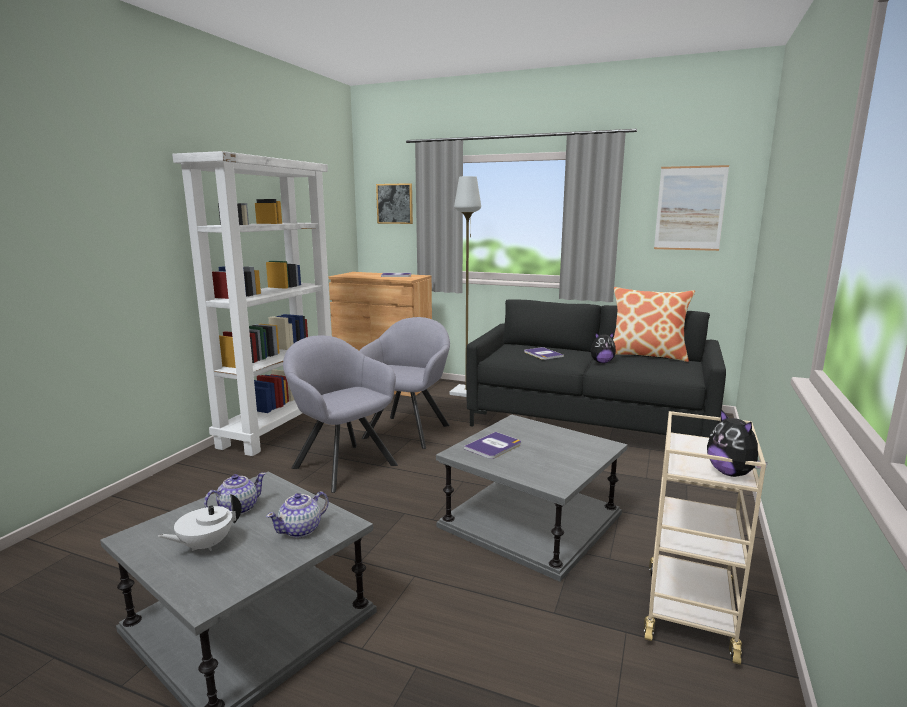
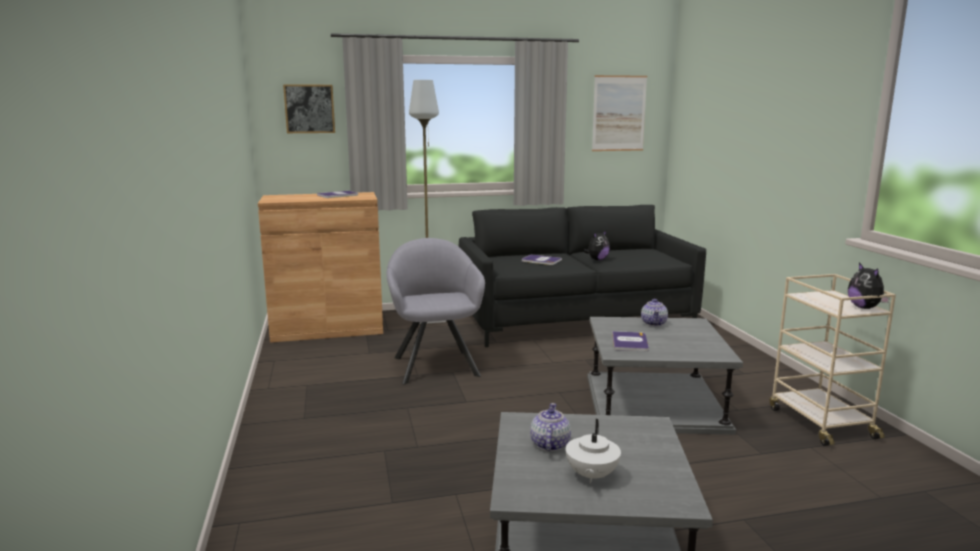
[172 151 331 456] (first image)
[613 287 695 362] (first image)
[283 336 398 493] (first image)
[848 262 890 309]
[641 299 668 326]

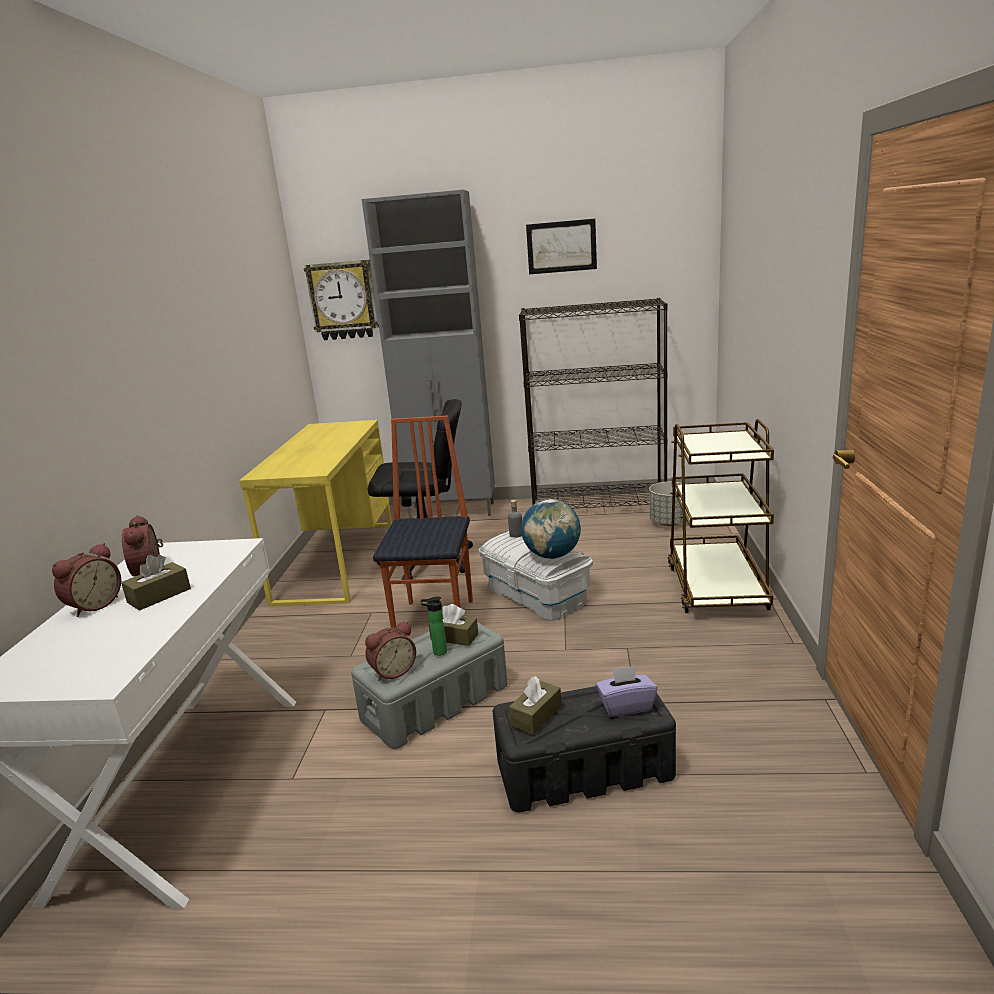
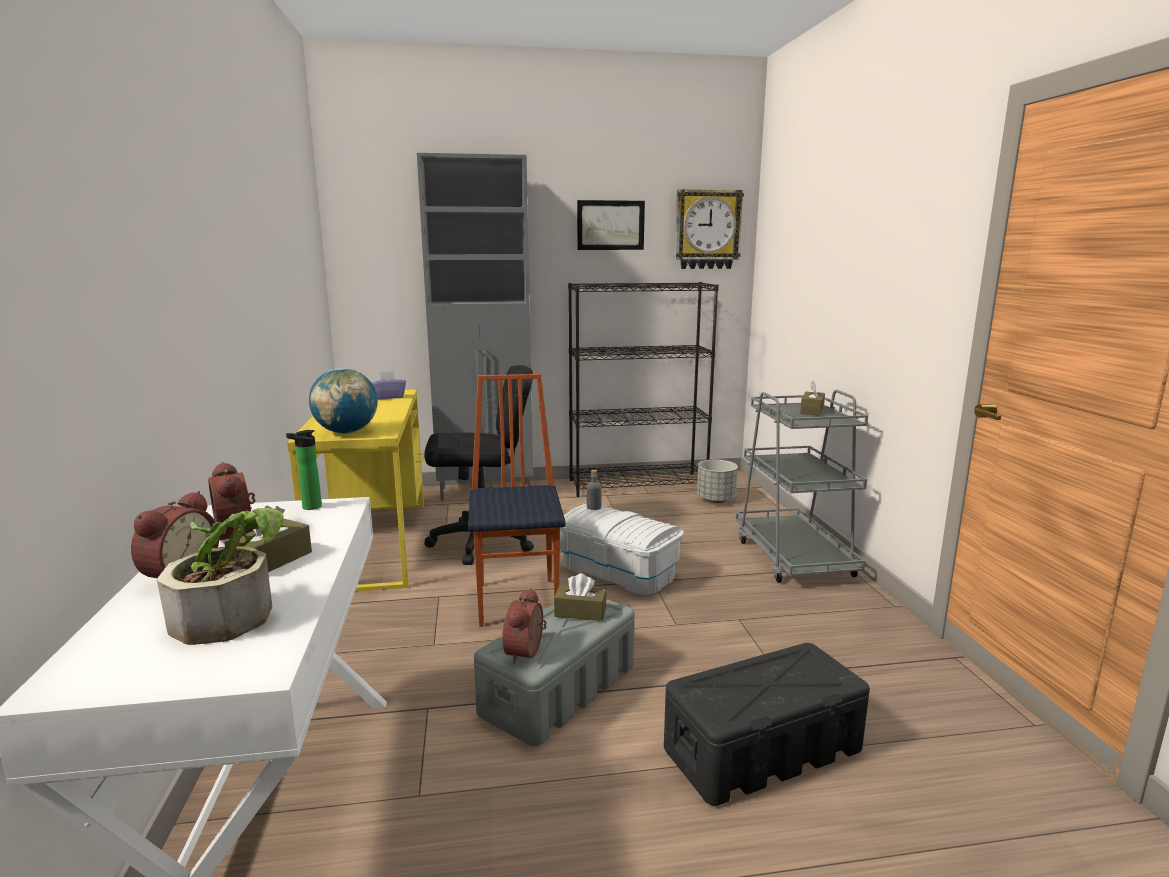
[675 189 744 269]
[736 390 868 583]
[309 368 378 434]
[286 430 322 510]
[502 588 546 664]
[371 371 406 400]
[800 380 825 416]
[157 508 284 645]

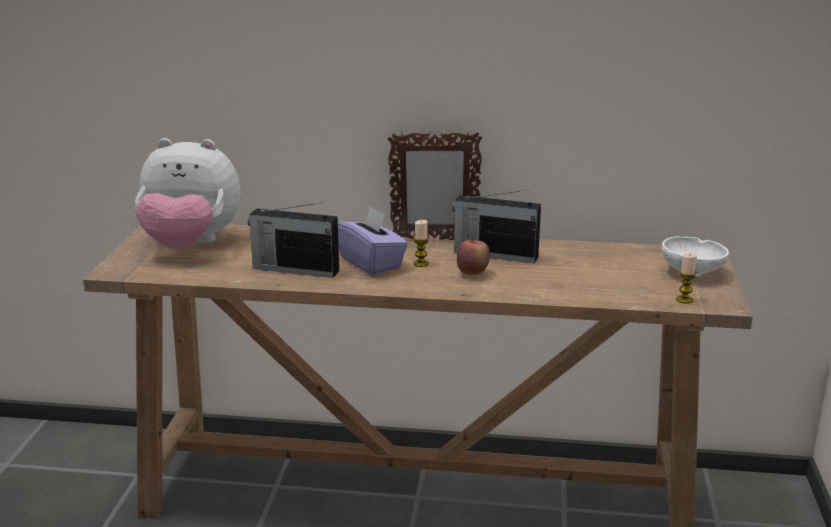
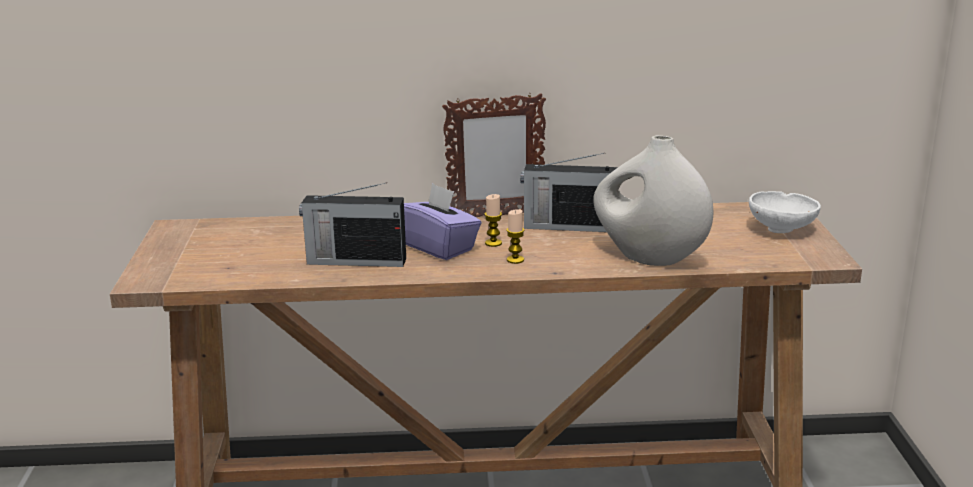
[135 138 241 249] (first image)
[457 238 490 275] (first image)
[506 209 525 264]
[593 135 713 266]

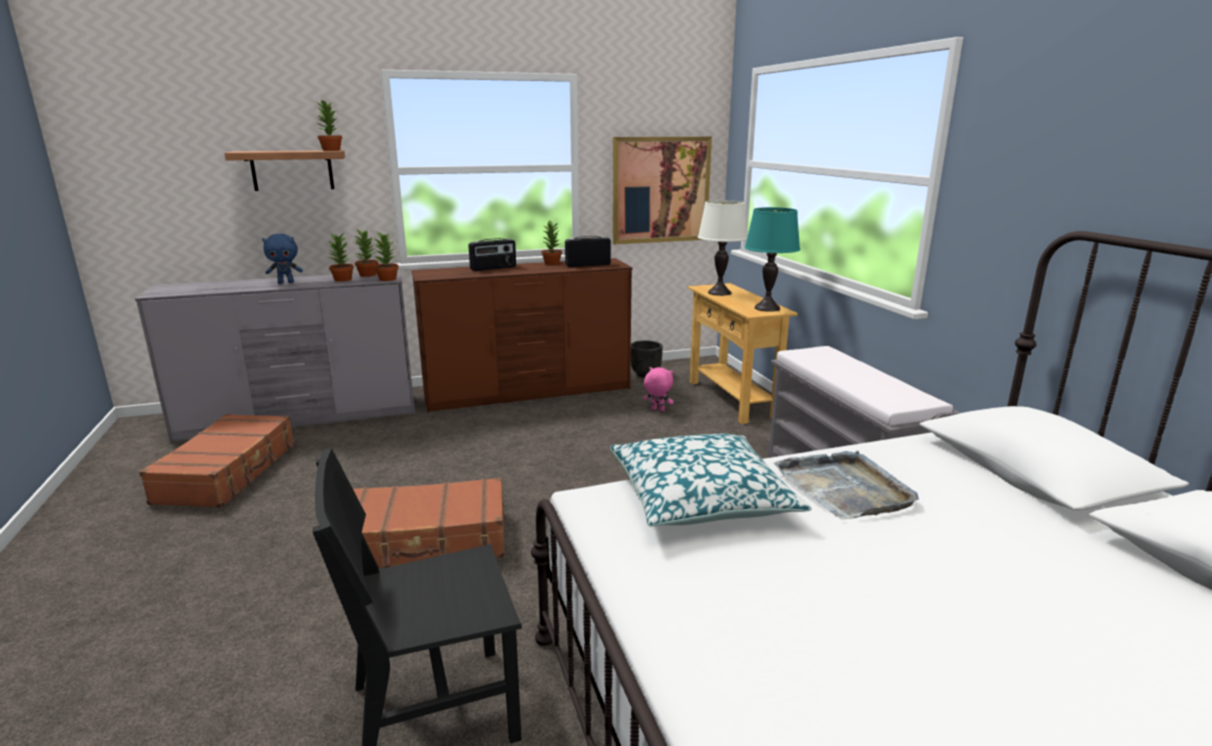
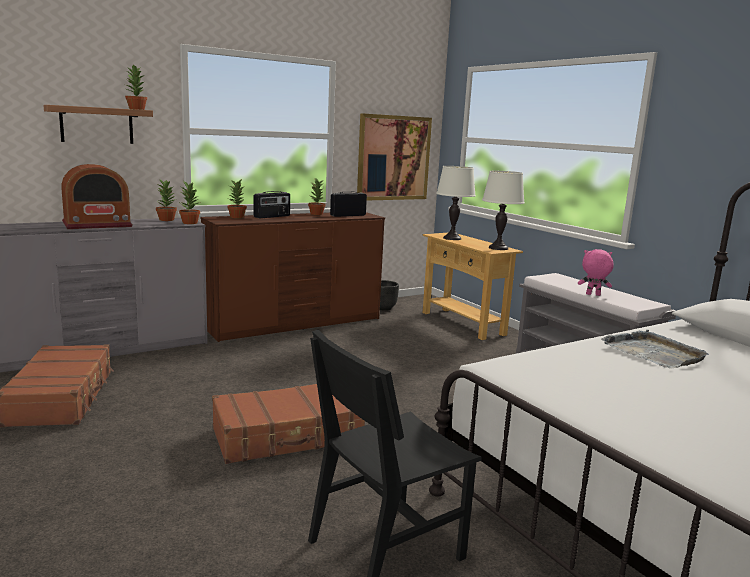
[482 171 525 250]
[227 179 247 218]
[61 164 132 229]
[578 249 614 296]
[610 434 812 527] (first image)

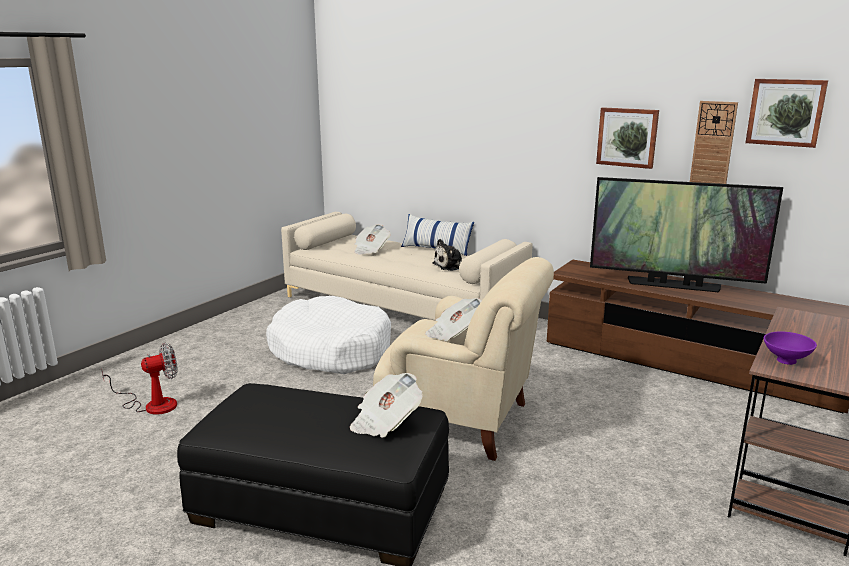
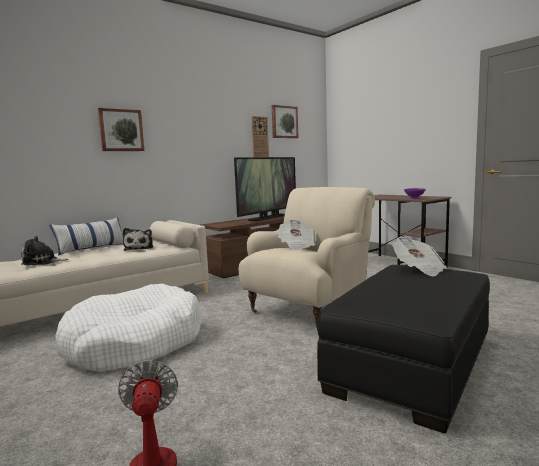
[98 108 144 151]
[21 236 68 266]

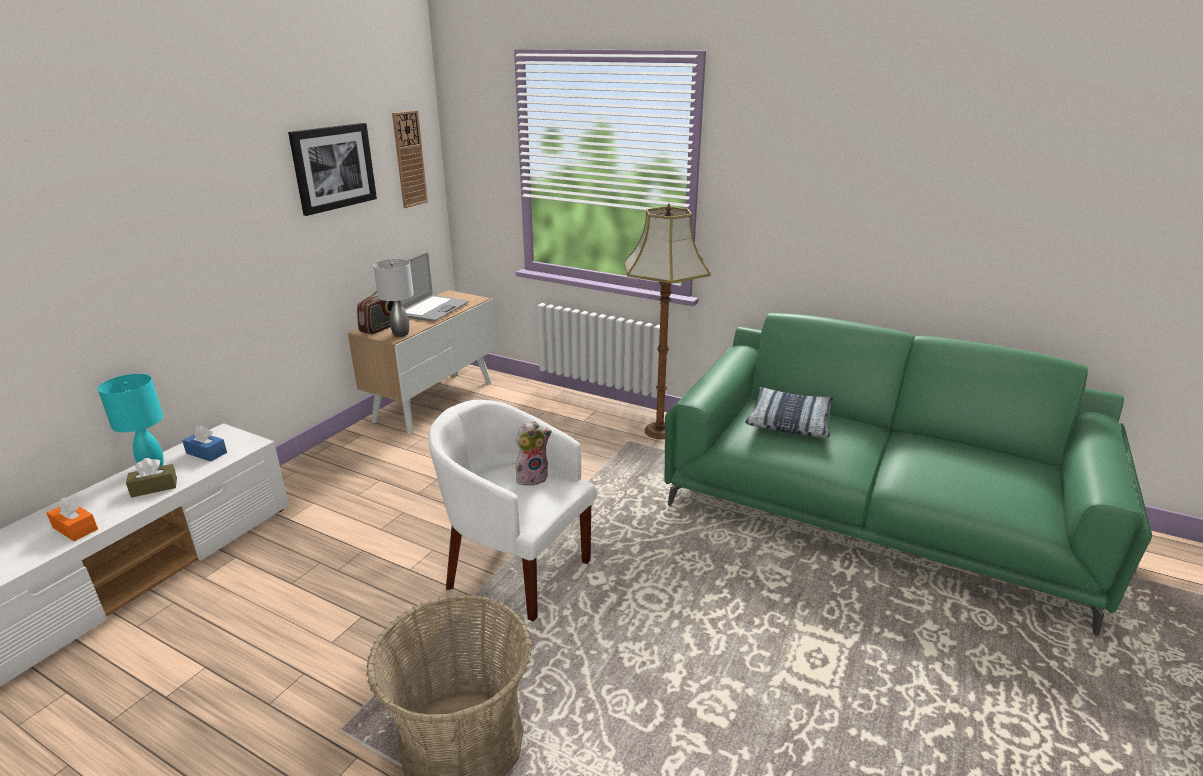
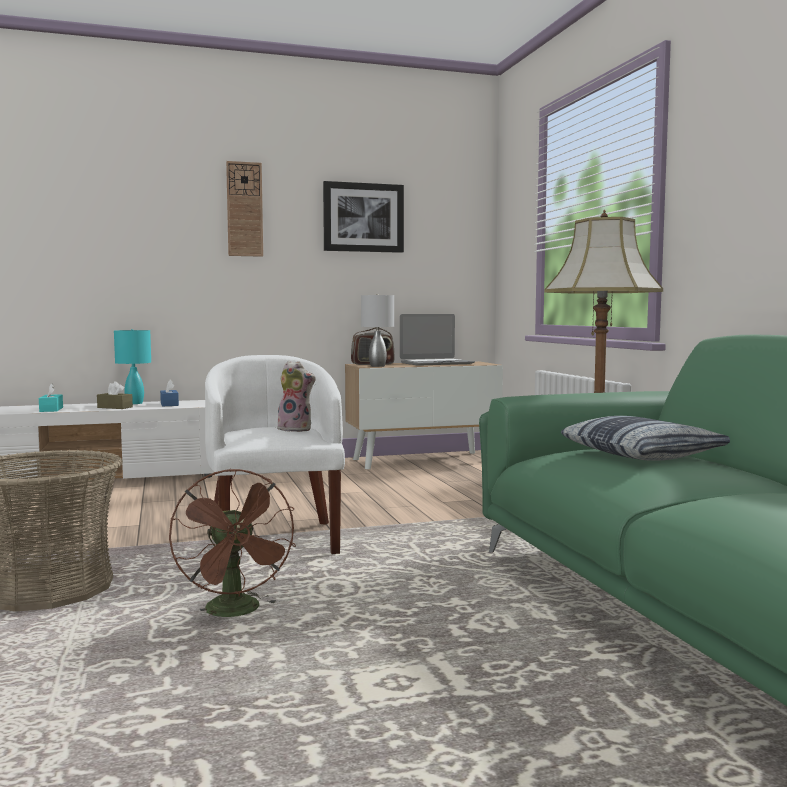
[226 161 263 257]
[39 383 63 412]
[169 469 296 617]

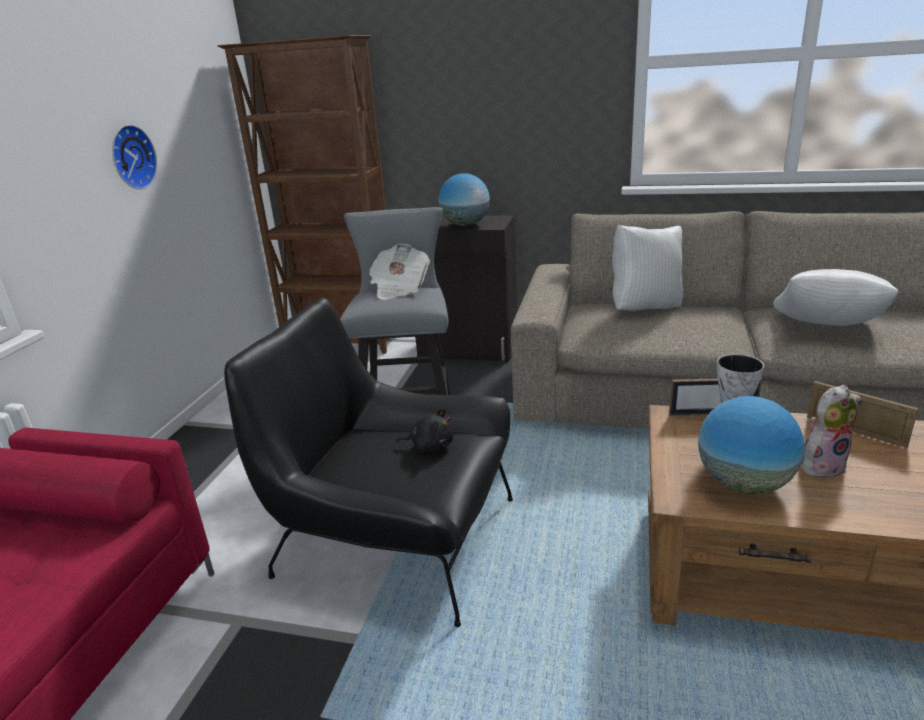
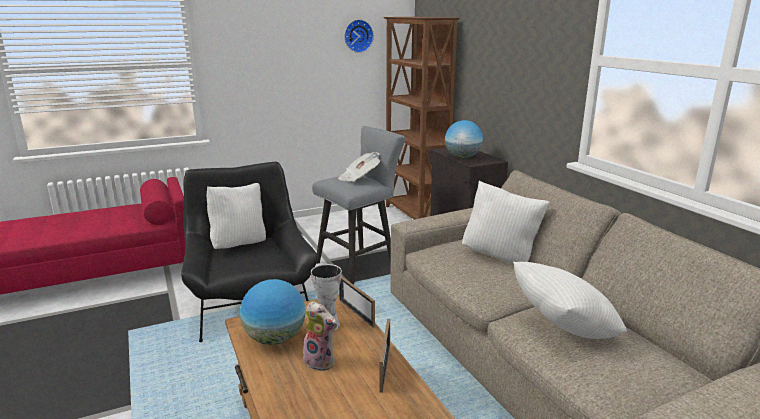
[344 19 374 53]
[396 408 454 453] (first image)
[207 183 266 249]

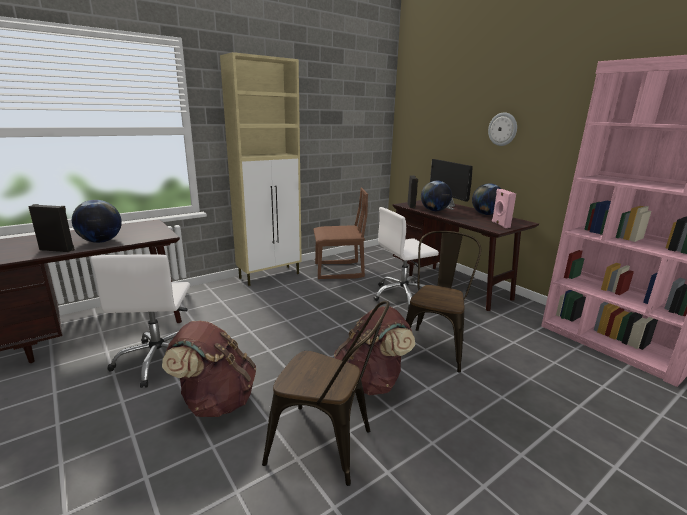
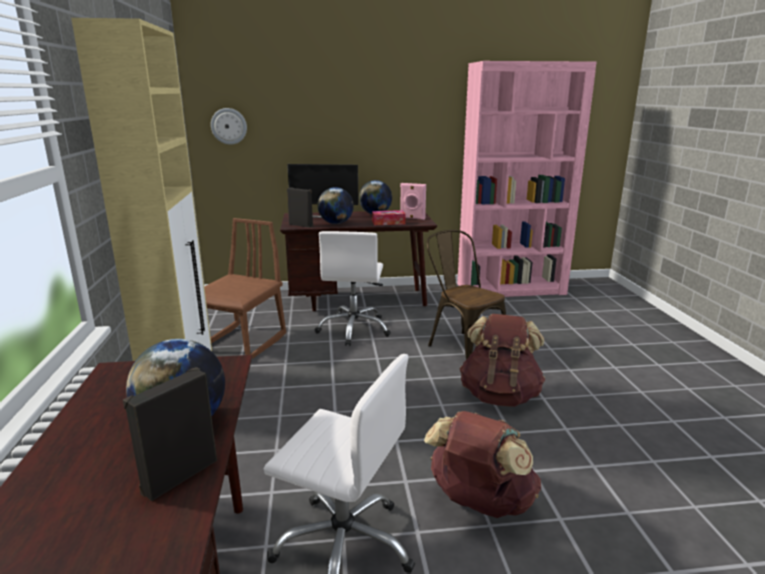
[211 108 247 145]
[262 301 390 486] (first image)
[372 210 406 225]

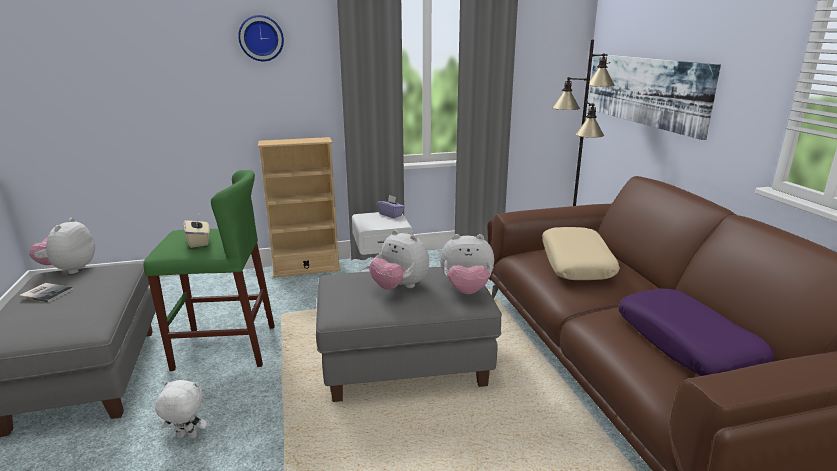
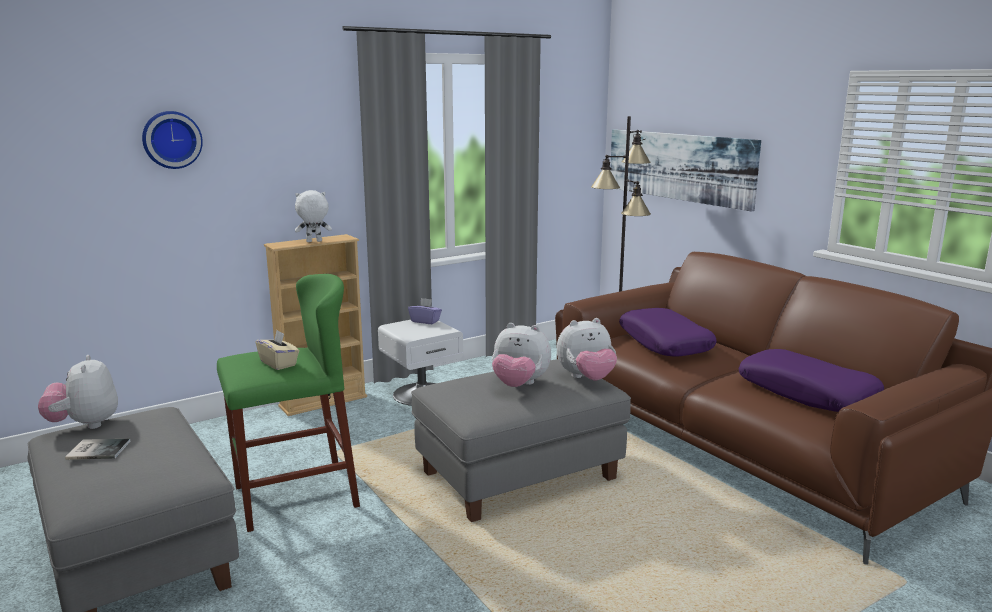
[142 111 203 169]
[619 308 717 357]
[295 190 332 242]

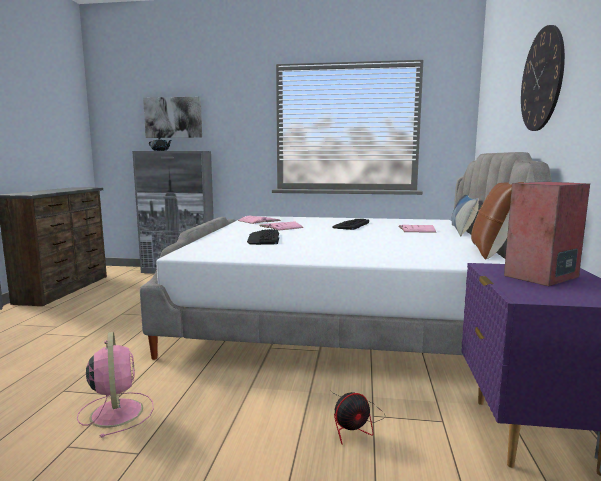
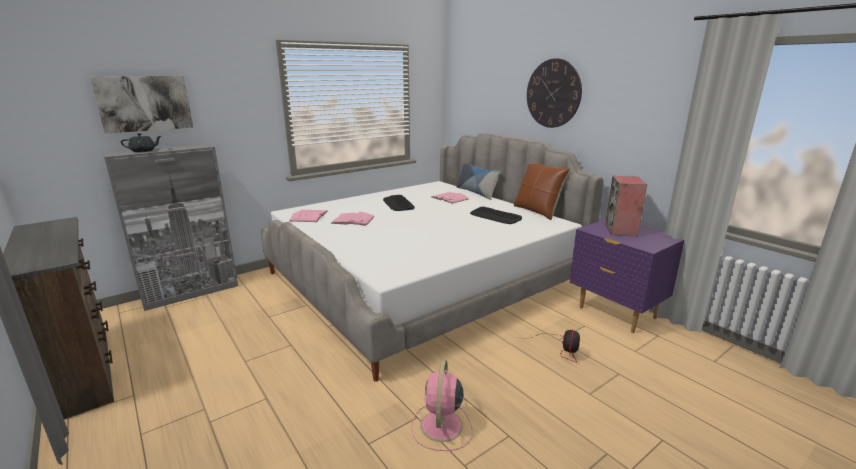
[470 207 522 224]
[411 360 473 451]

